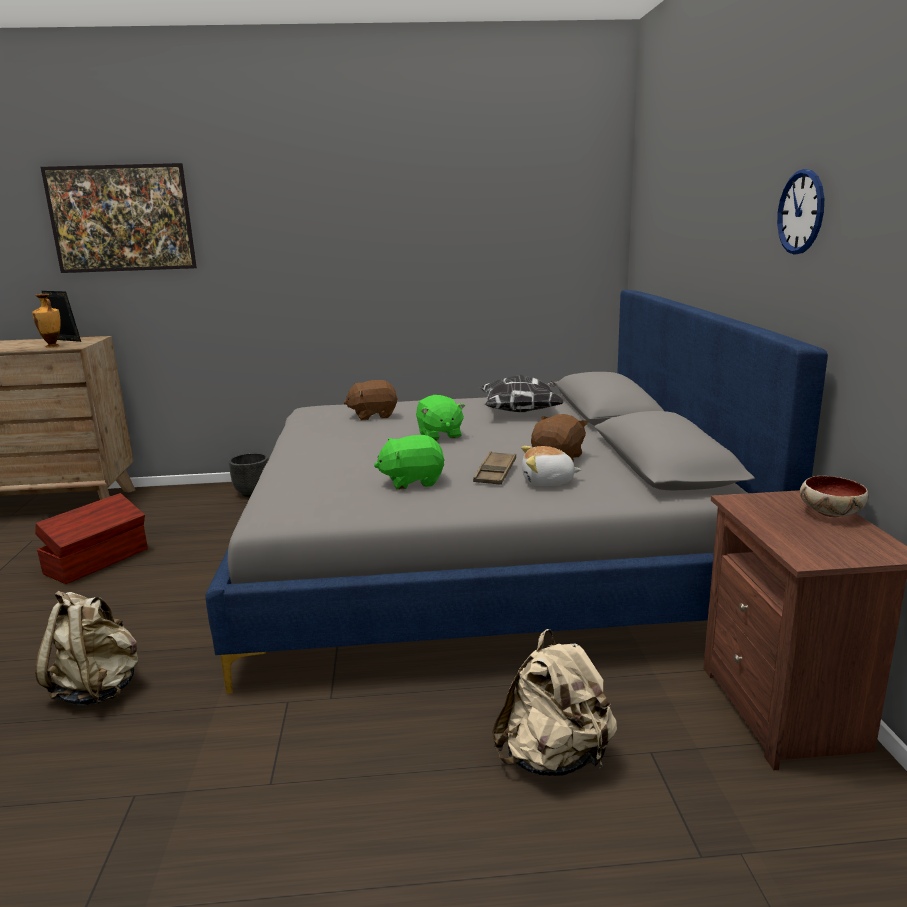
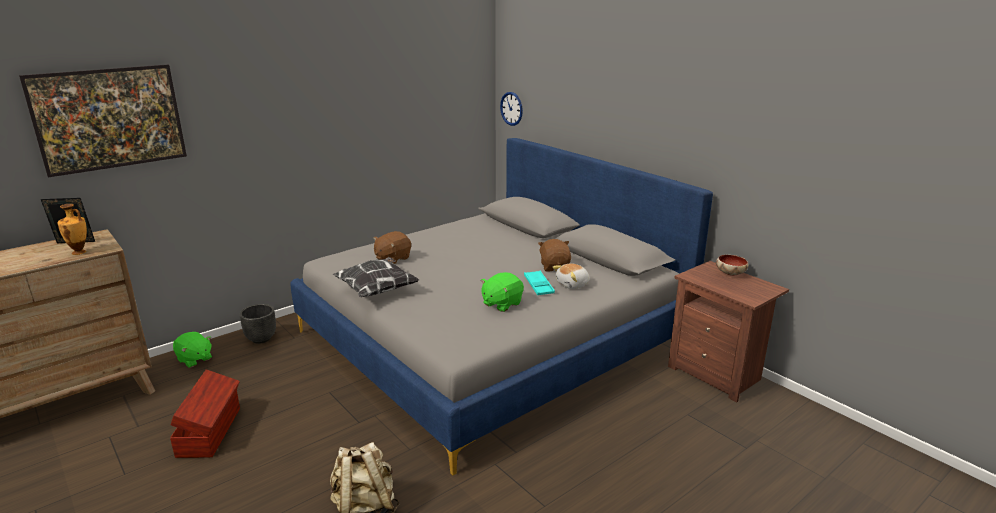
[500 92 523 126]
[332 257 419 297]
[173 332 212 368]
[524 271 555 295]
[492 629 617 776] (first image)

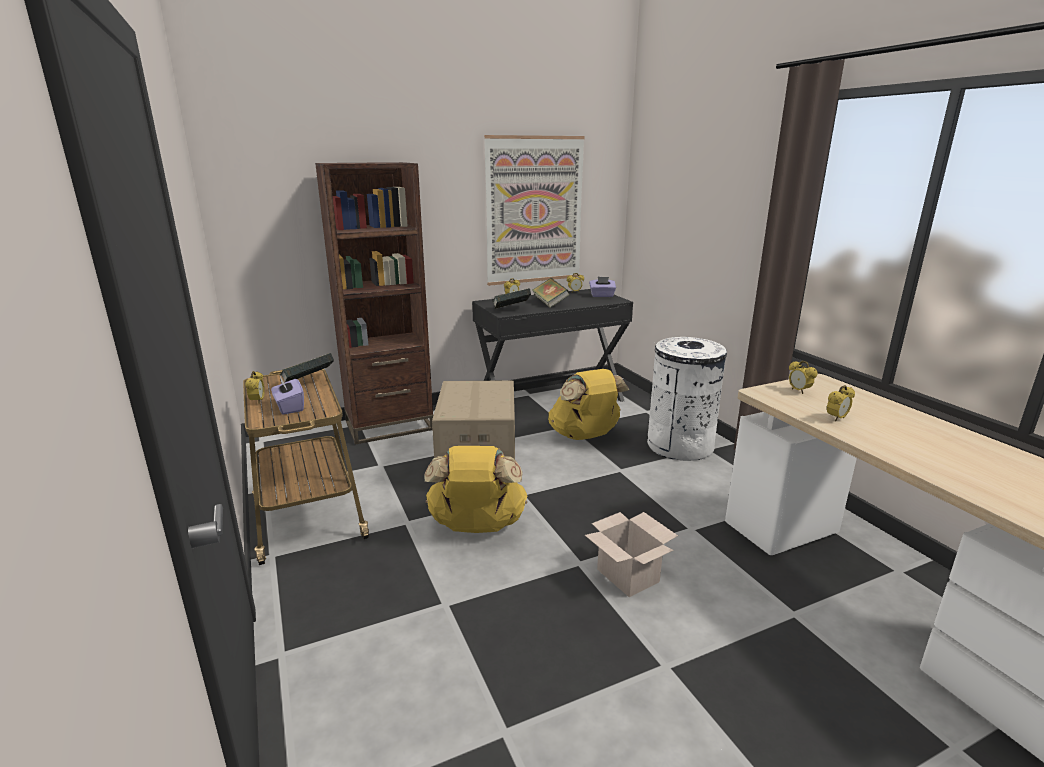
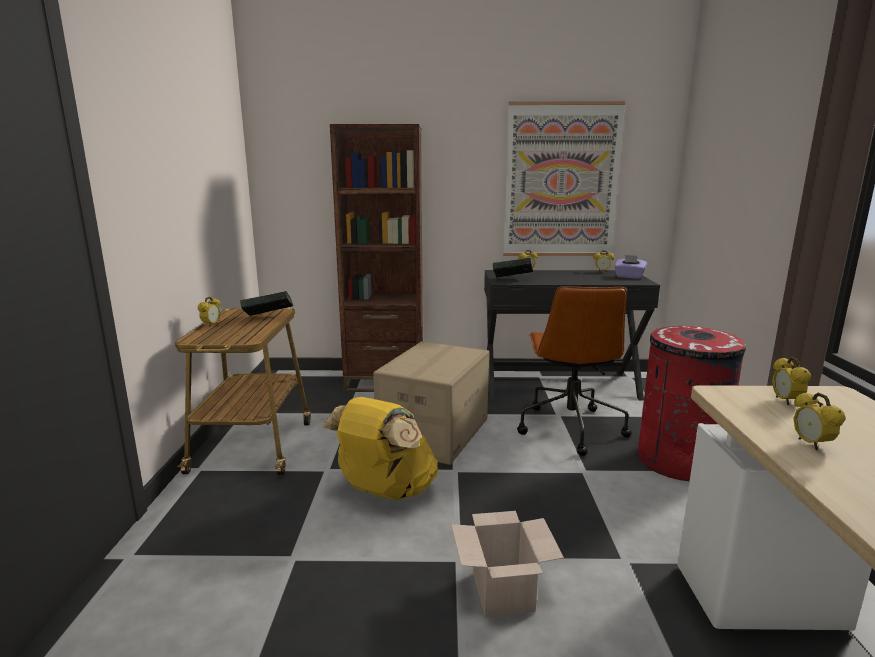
[532 278 570 308] (first image)
[638 326 746 482]
[517 286 632 456]
[271 376 304 415] (first image)
[793 392 846 450]

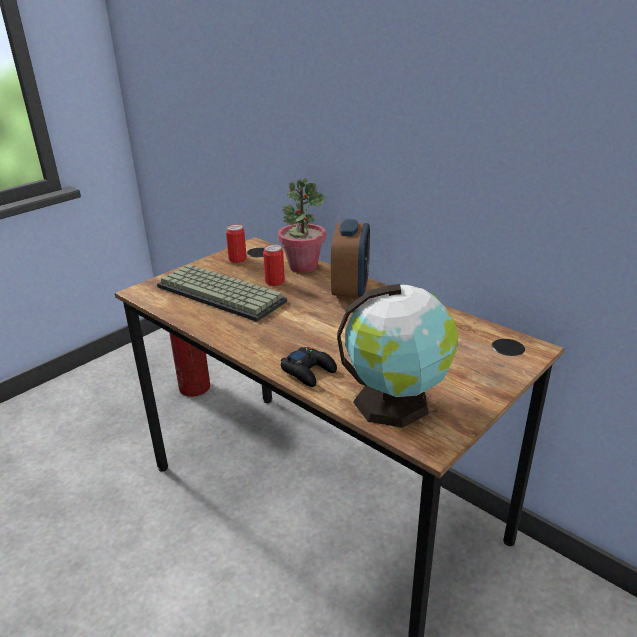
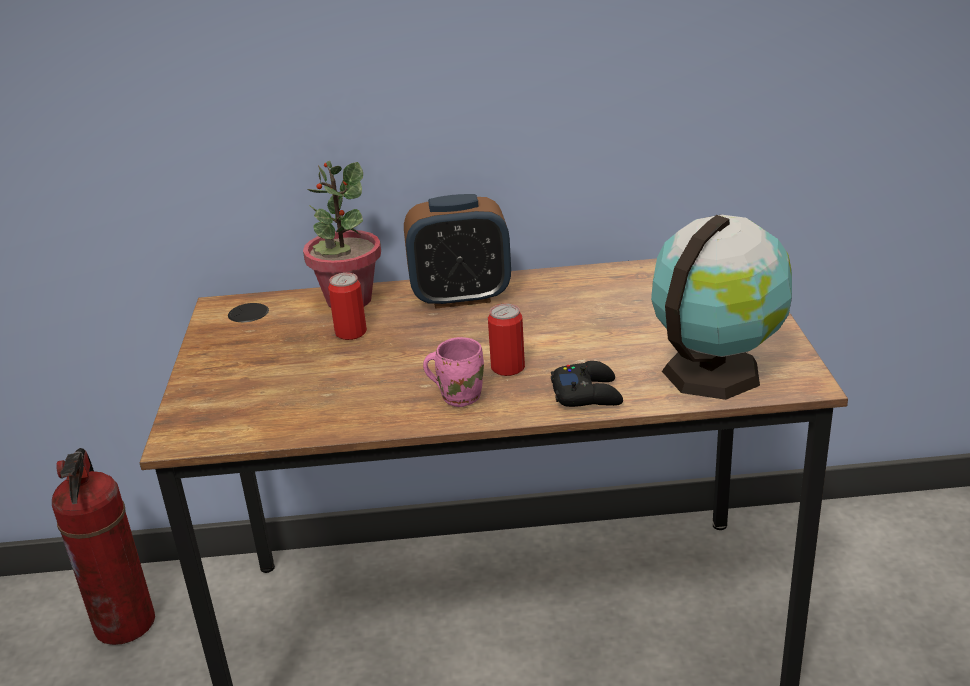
[404 194 511 309]
[488 304 525 376]
[157 264 287 322] (first image)
[423 337 484 407]

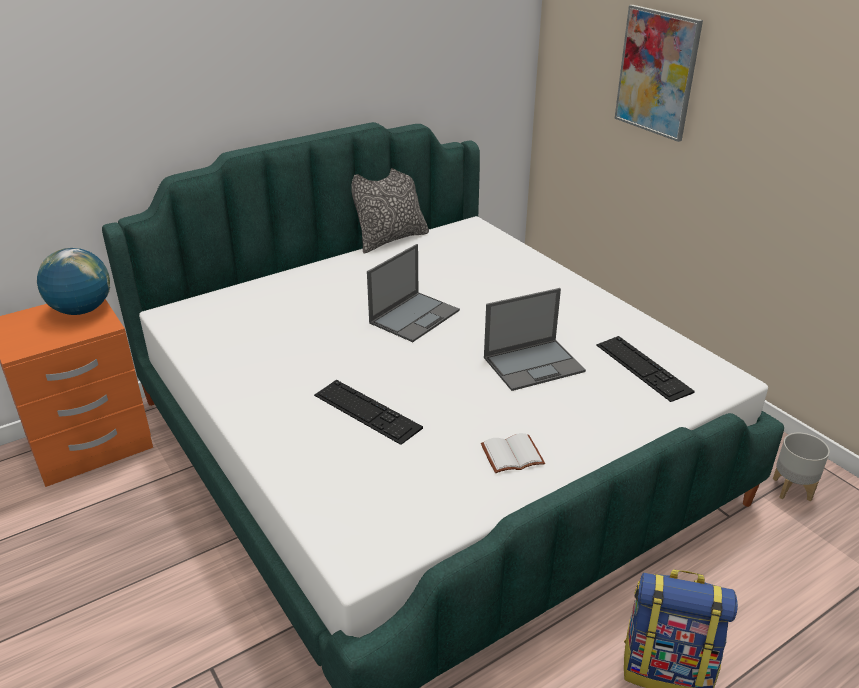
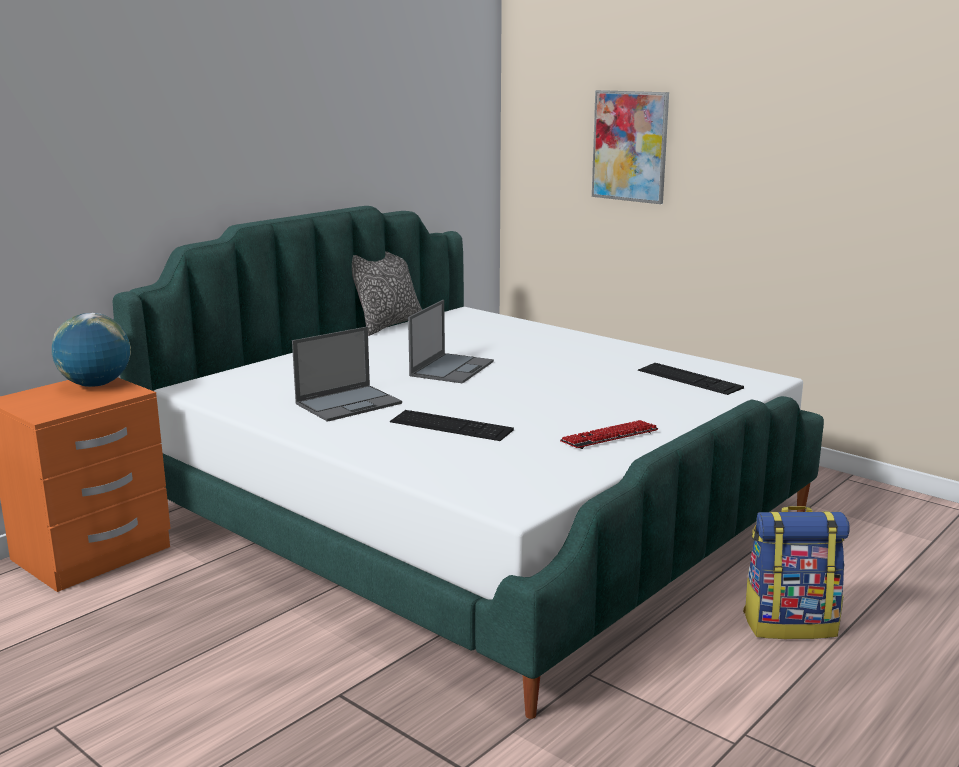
[292 327 402 422]
[560 420 658 449]
[773 433 830 501] (first image)

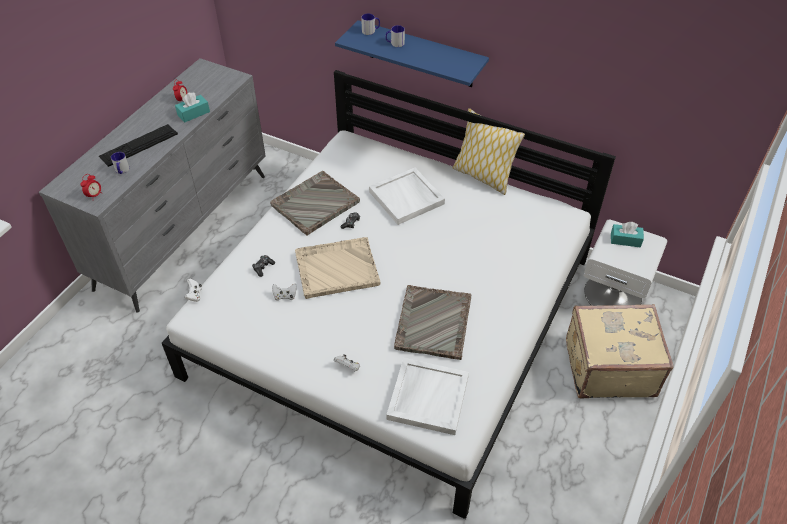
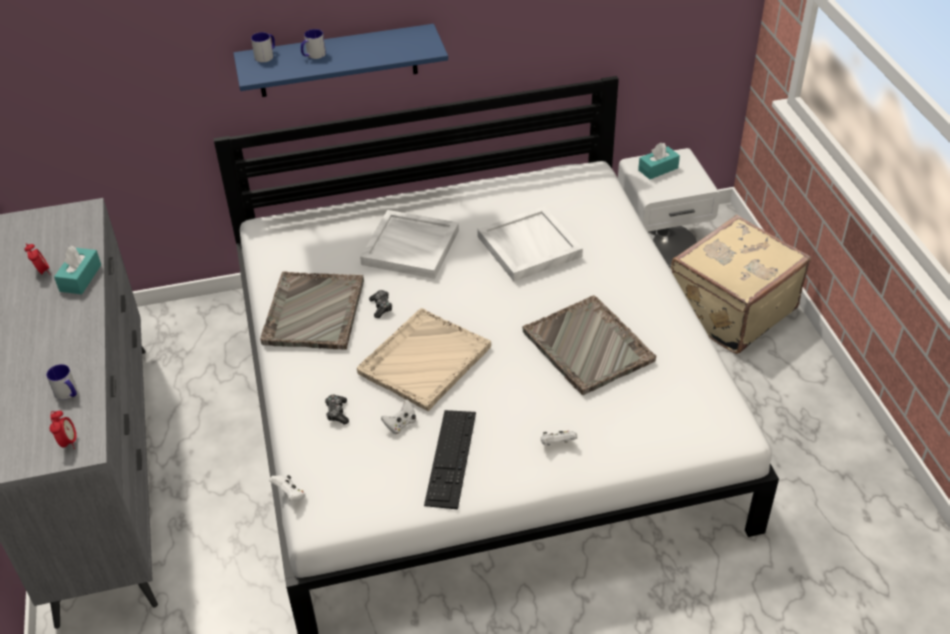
[453 108 525 195] (first image)
[424 410 476 510]
[477 206 583 281]

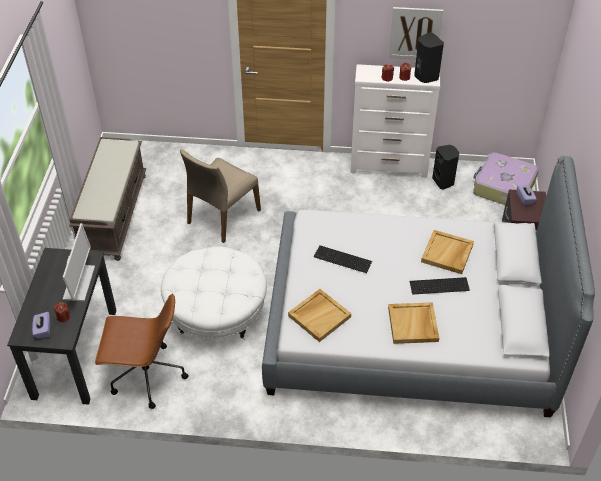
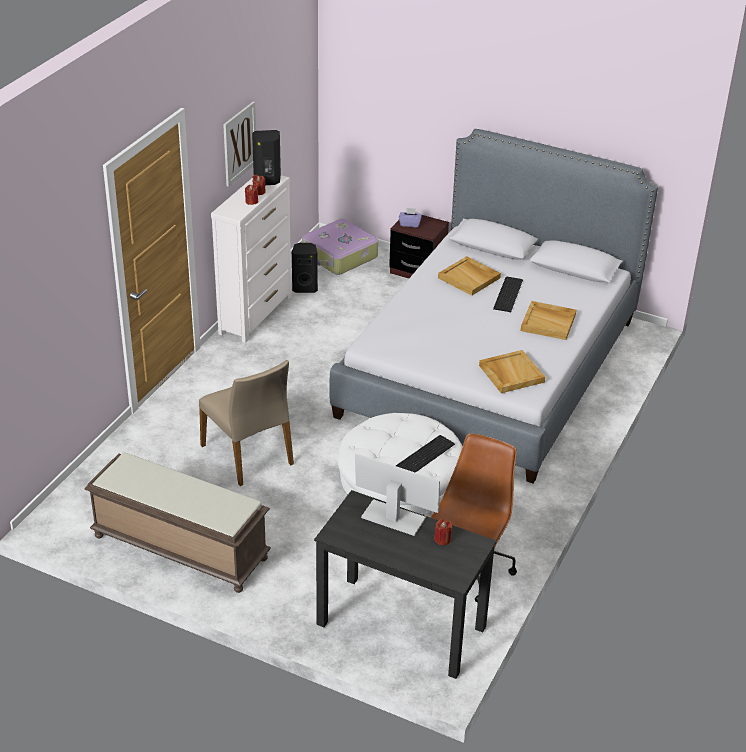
[396 435 455 473]
[32 312 50 339] (first image)

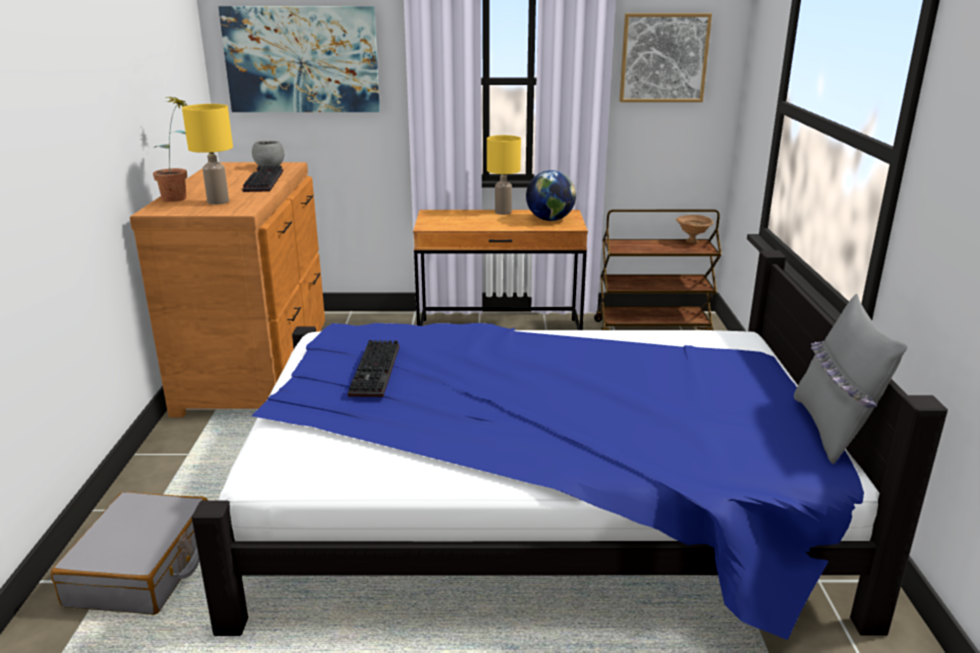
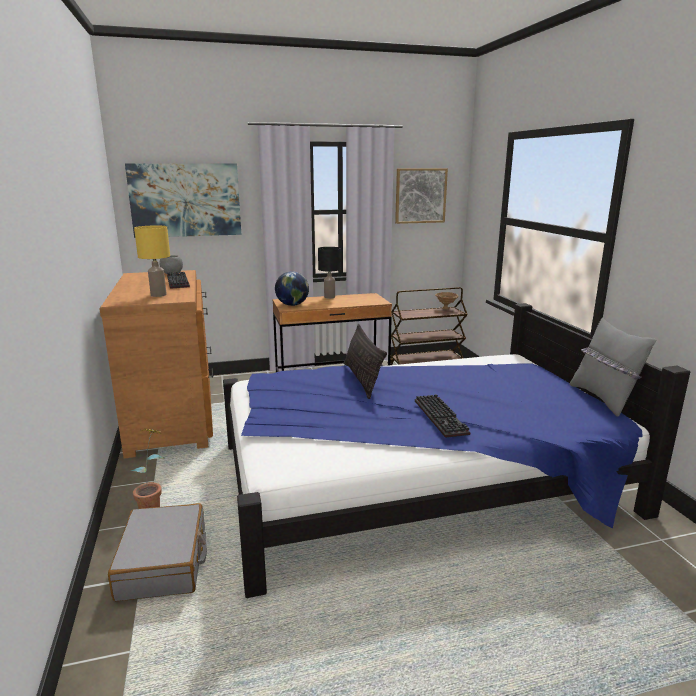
[131 429 165 509]
[318 247 341 299]
[275 271 309 306]
[415 394 470 438]
[344 324 387 399]

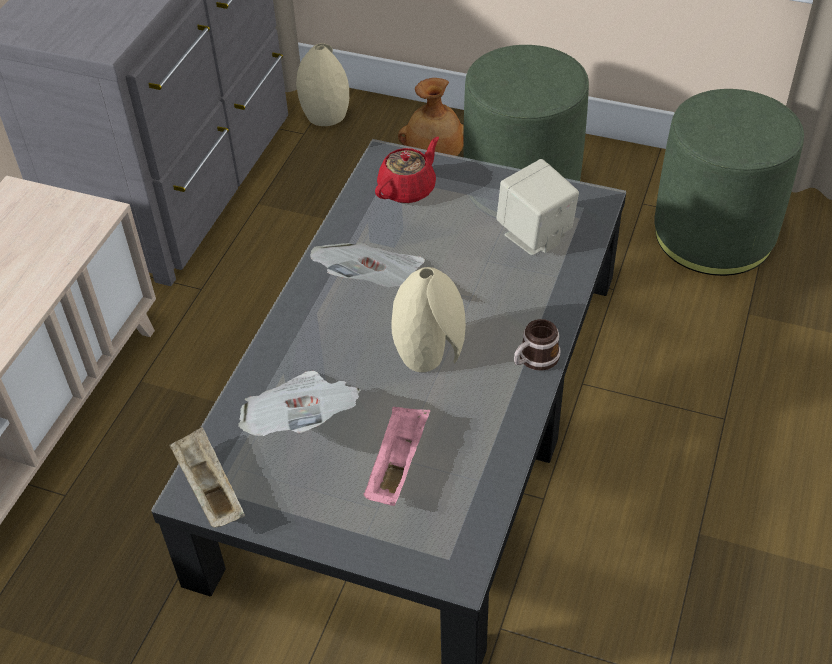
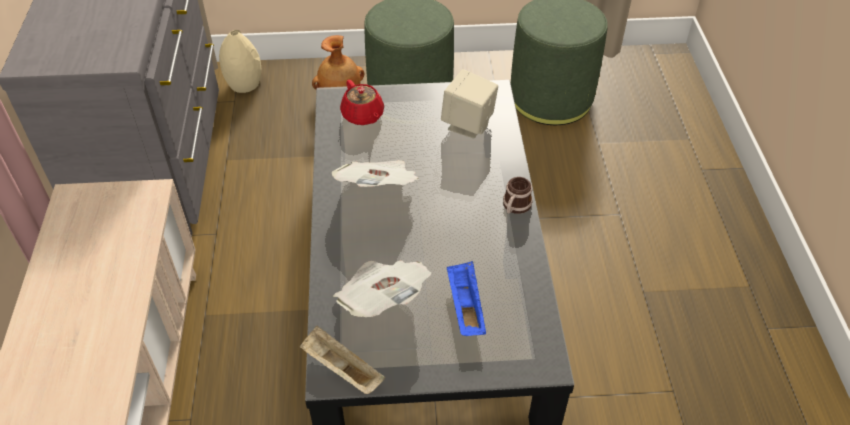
[340 80 384 125]
[392 267 466 372] (first image)
[447 261 486 336]

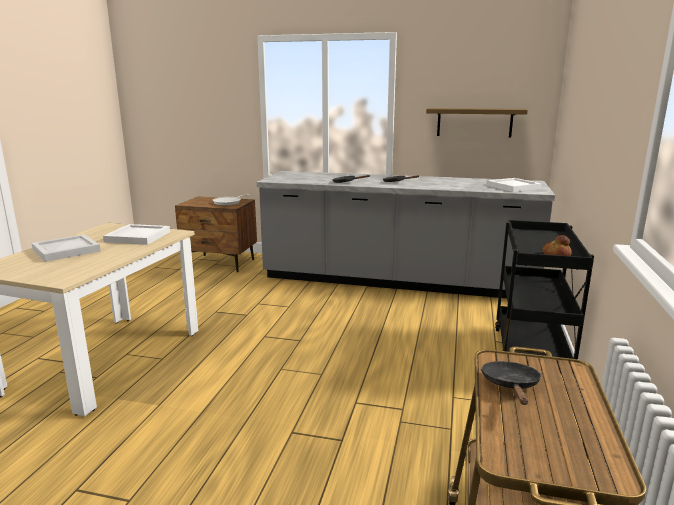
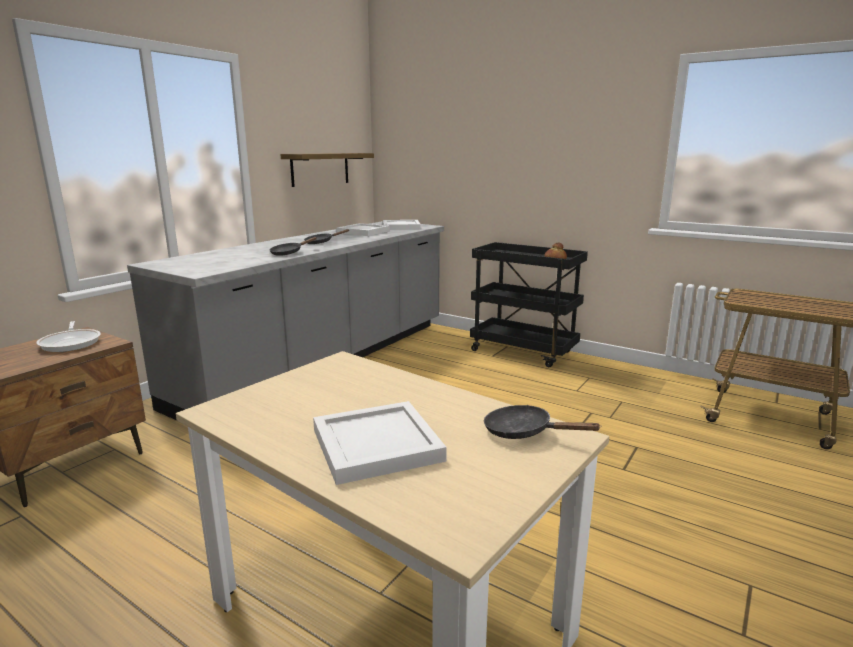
[337 223 390 236]
[484 405 602 439]

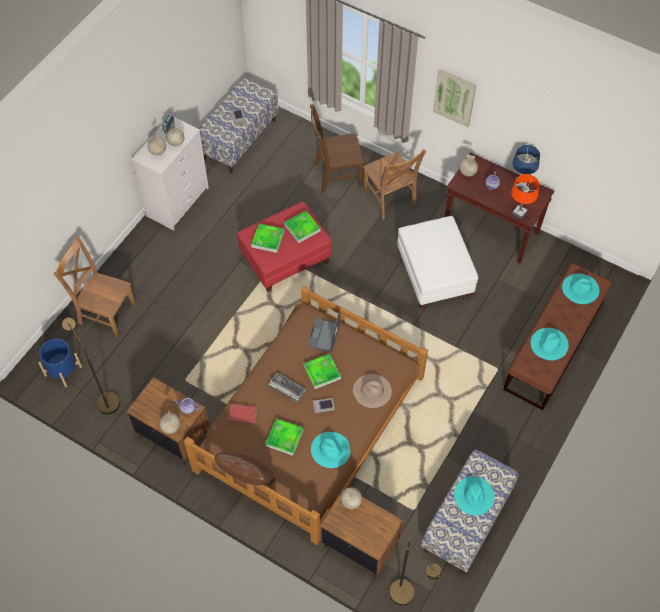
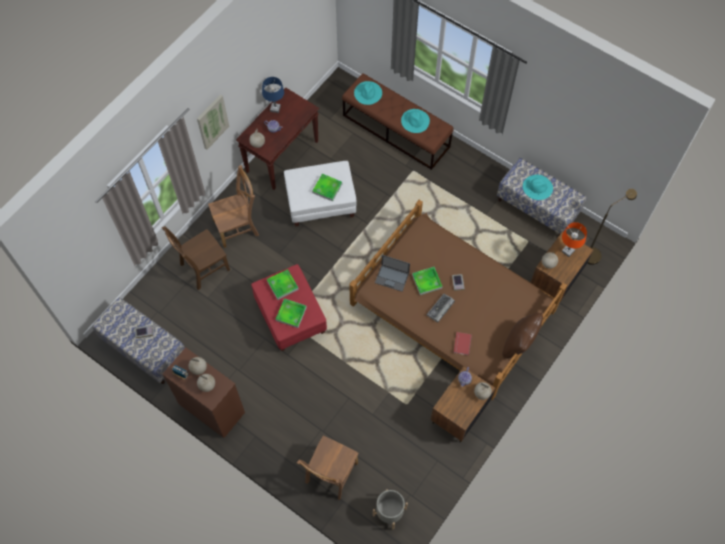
[162 226 230 290]
[162 347 245 438]
[562 222 587 257]
[62 318 120 414] (first image)
[373 489 408 529]
[353 374 392 408] (first image)
[312 174 342 202]
[311 432 350 468] (first image)

